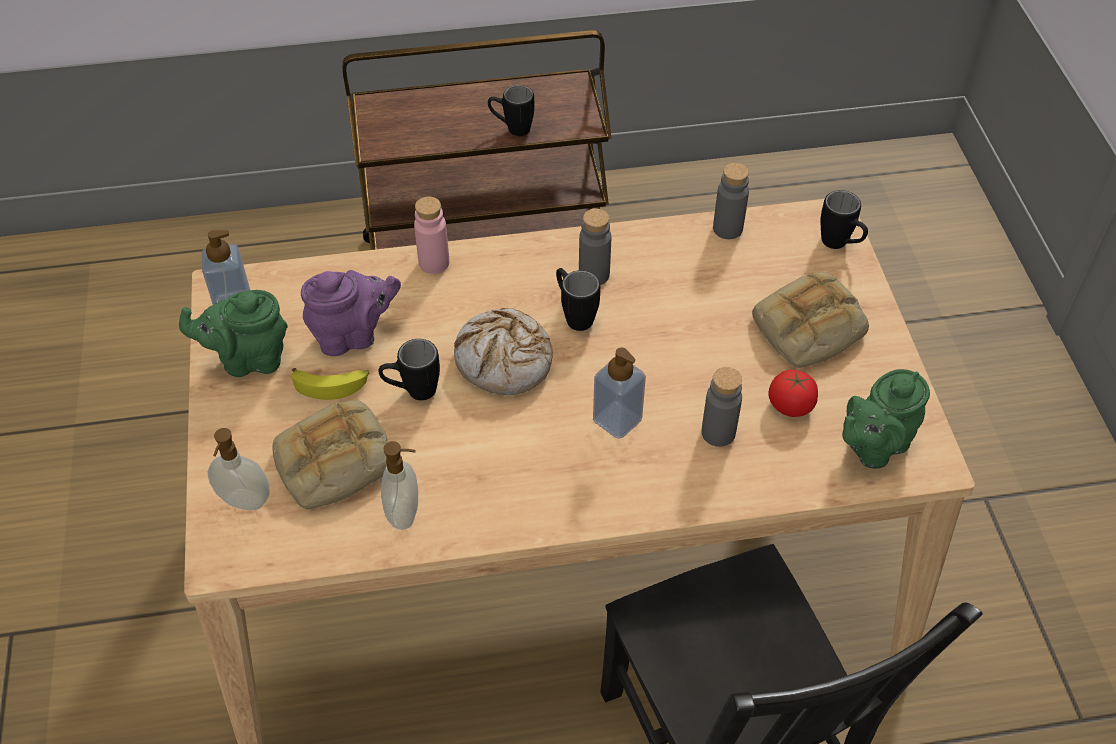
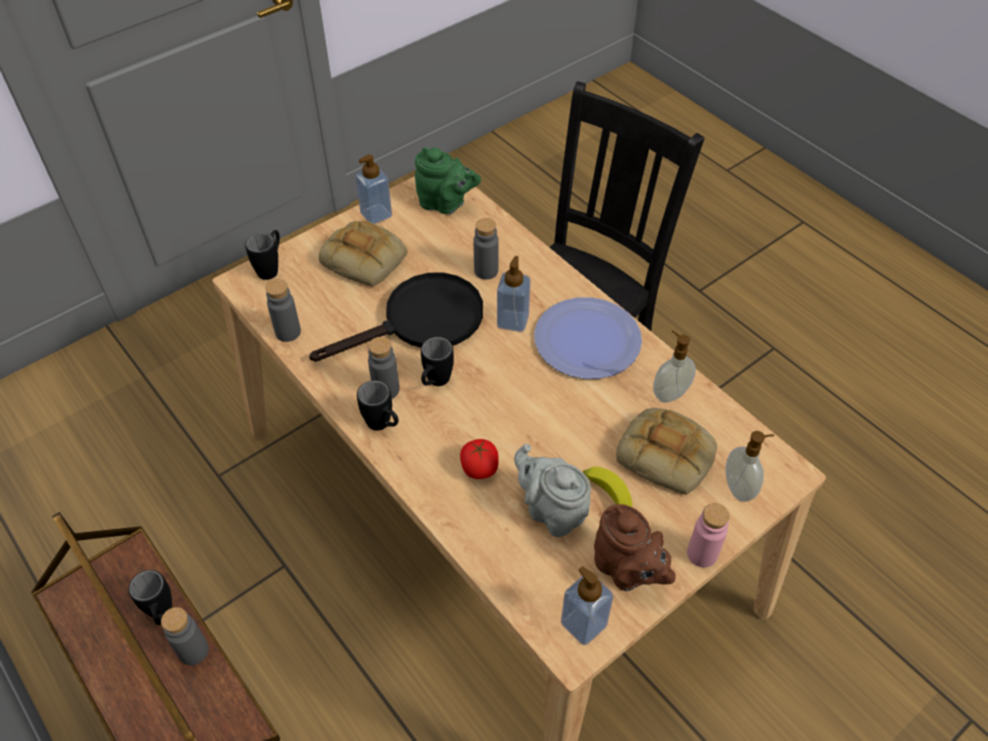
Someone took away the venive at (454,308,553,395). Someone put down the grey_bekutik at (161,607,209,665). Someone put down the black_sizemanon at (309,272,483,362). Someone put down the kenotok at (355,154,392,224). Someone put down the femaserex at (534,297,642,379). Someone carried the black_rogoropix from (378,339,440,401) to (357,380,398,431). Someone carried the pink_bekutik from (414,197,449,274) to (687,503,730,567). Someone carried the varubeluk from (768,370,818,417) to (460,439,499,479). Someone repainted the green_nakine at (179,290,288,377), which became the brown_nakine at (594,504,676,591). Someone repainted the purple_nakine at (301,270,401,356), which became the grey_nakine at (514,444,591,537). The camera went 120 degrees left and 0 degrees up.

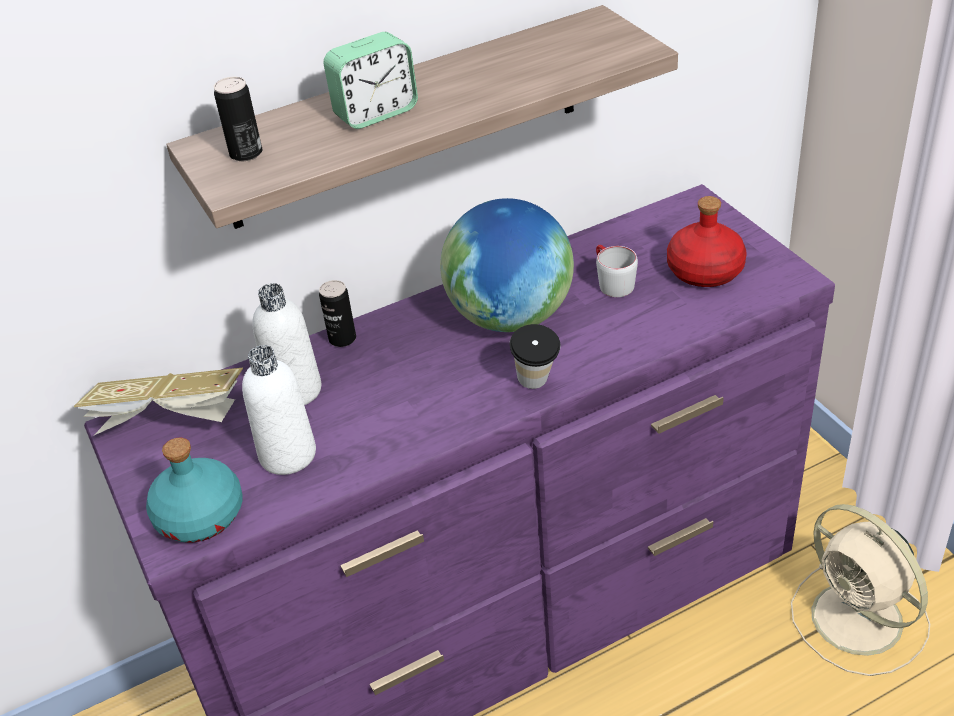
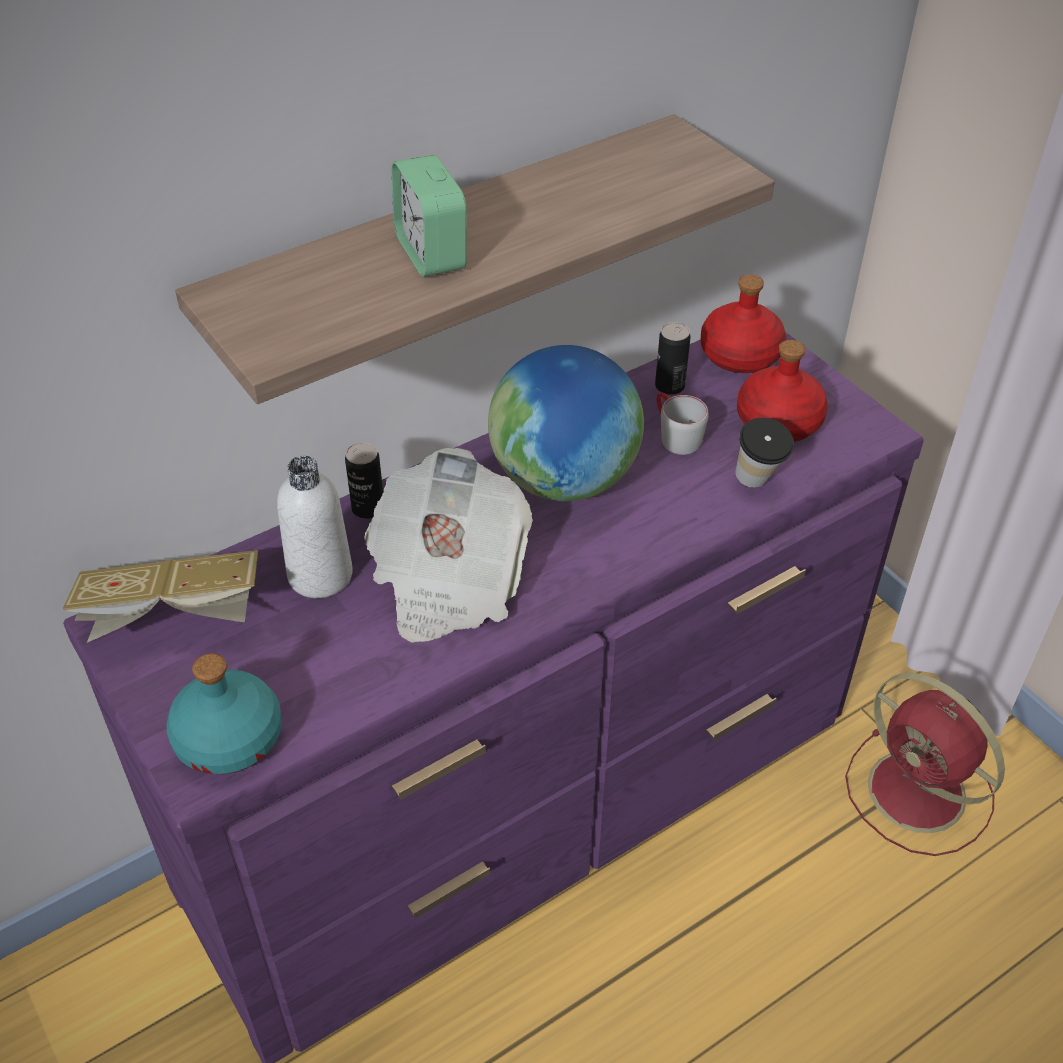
Someone took away the white_bekutik at (242,345,316,475). Someone put down the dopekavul at (364,448,533,643). Someone put down the red_bekutik at (700,275,786,373). Someone carried the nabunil from (214,77,262,161) to (655,322,691,395). Someone carried the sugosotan from (510,324,561,389) to (735,418,794,488). Someone repainted the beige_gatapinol at (791,504,930,676), which became the red_gatapinol at (845,673,1005,856). Someone rotated the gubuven at (323,32,418,129) by 105 degrees clockwise. The camera went 10 degrees left and 5 degrees up.

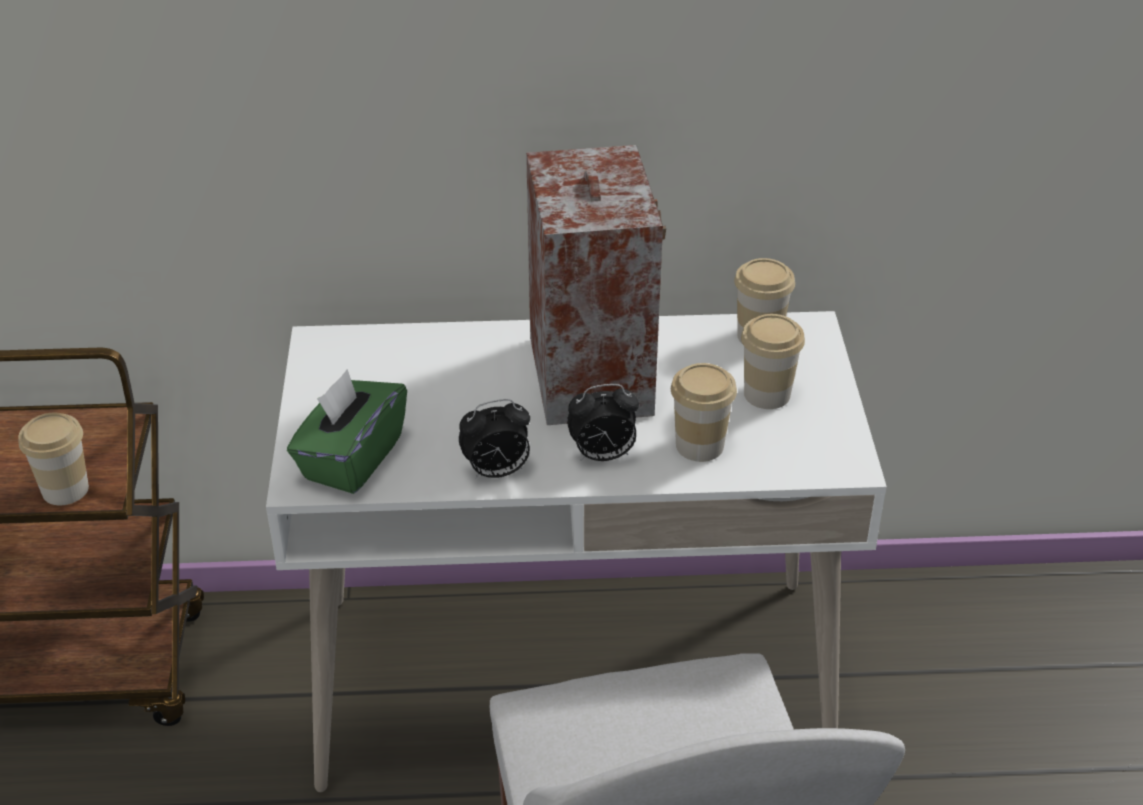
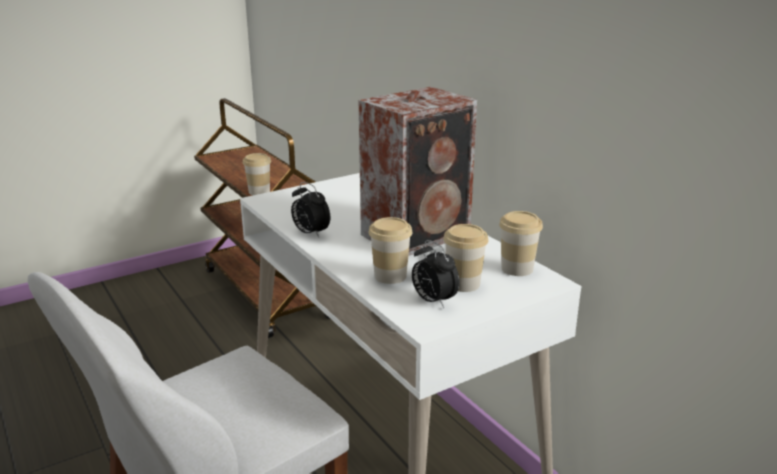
Someone took away the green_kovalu at (287,369,407,494). Someone carried the gubuven from (567,384,639,461) to (412,240,460,308). The camera went 60 degrees right and 15 degrees down.

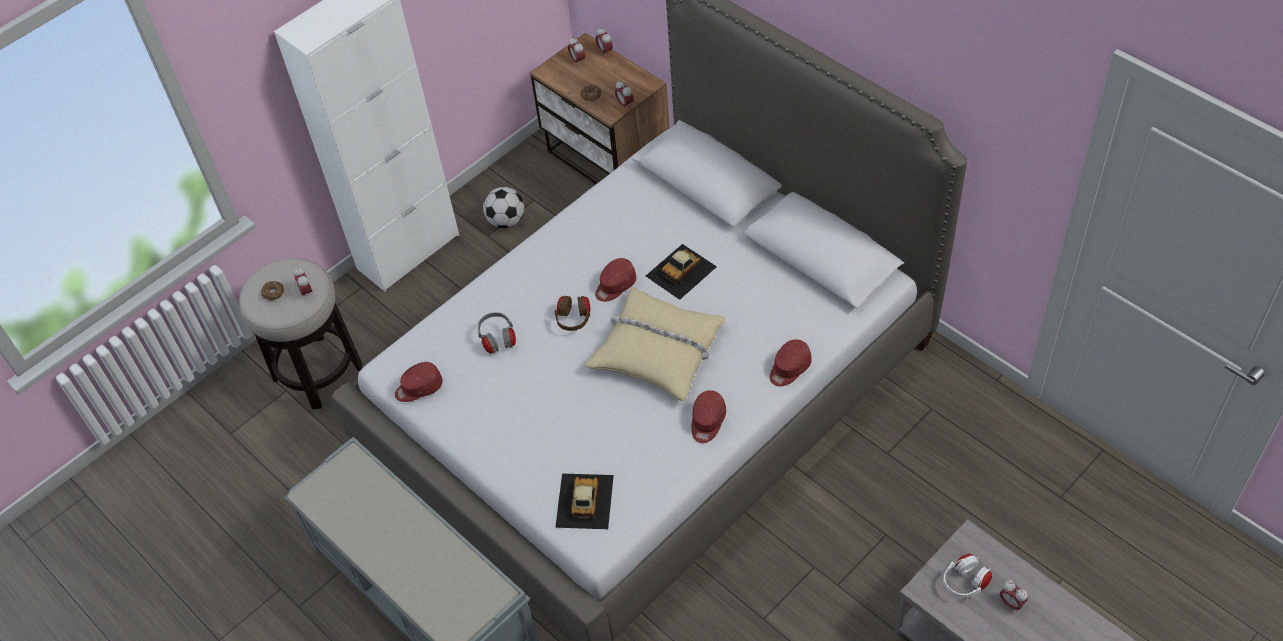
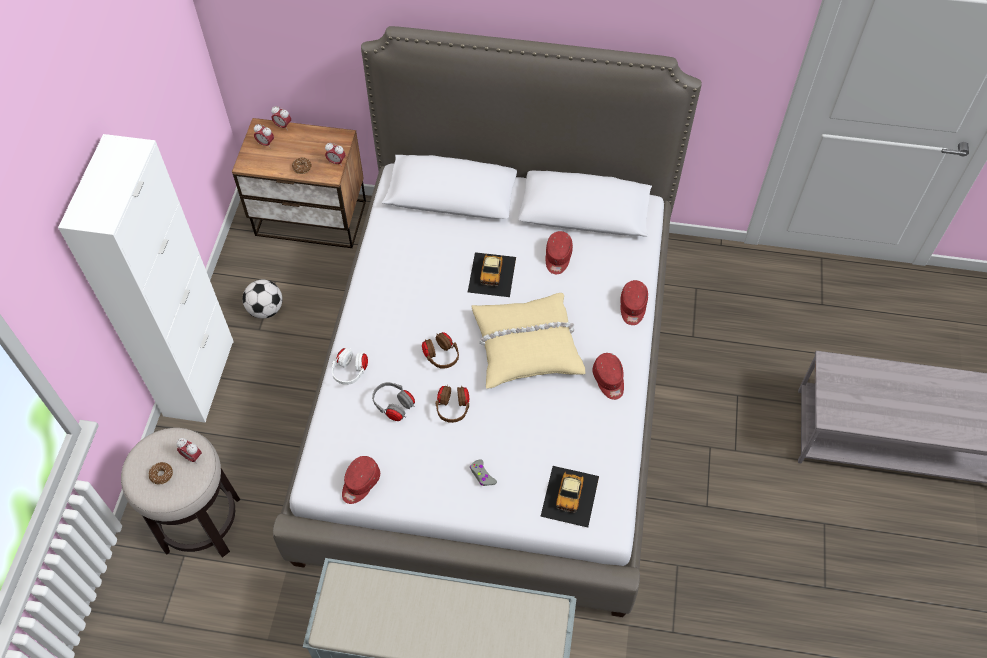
Someone took away the gubuven at (1000,580,1028,612). Someone put down the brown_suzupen at (436,385,469,423). Someone put down the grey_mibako at (470,459,497,486). Someone carried the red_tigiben from (595,258,636,302) to (545,231,573,274). Someone carried the white_suzupen from (943,554,992,598) to (332,348,368,385). Someone rotated the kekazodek at (555,474,614,529) by 135 degrees counterclockwise. The camera went 40 degrees left and 5 degrees up.

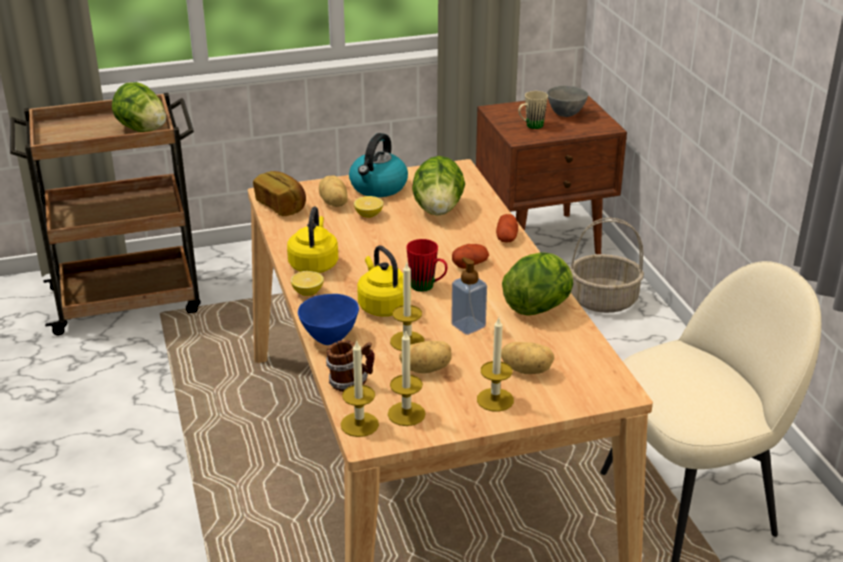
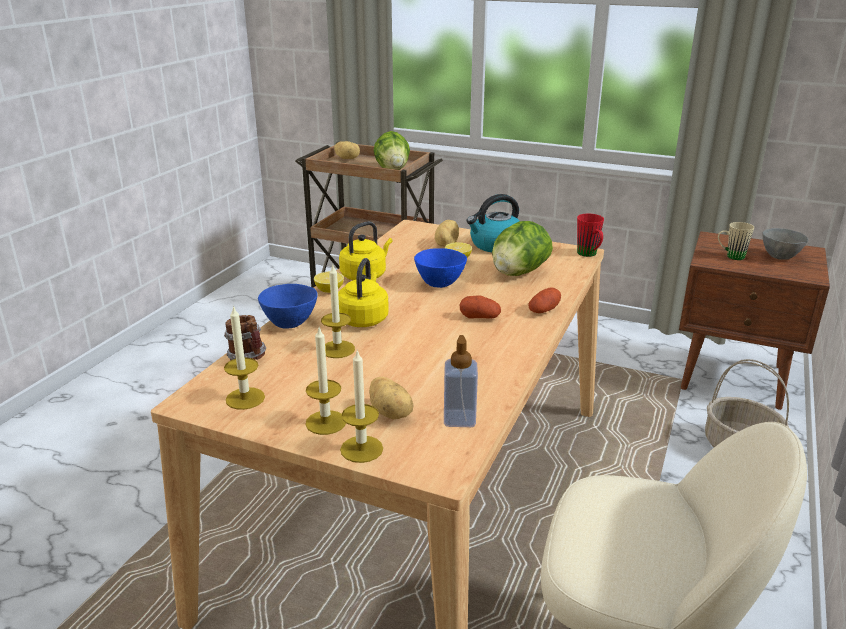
Someone took away the venive at (253,171,306,216). Someone took away the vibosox at (502,252,573,316). Someone put down the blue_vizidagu at (414,248,467,288). Someone carried the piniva from (341,341,379,437) to (340,350,383,463). Someone carried the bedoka from (399,341,452,374) to (334,141,360,159). Someone carried the red_rogoropix from (406,239,447,292) to (577,214,604,257). Someone carried the kenotok from (451,257,487,335) to (444,335,478,427). The camera went 40 degrees right and 5 degrees down.

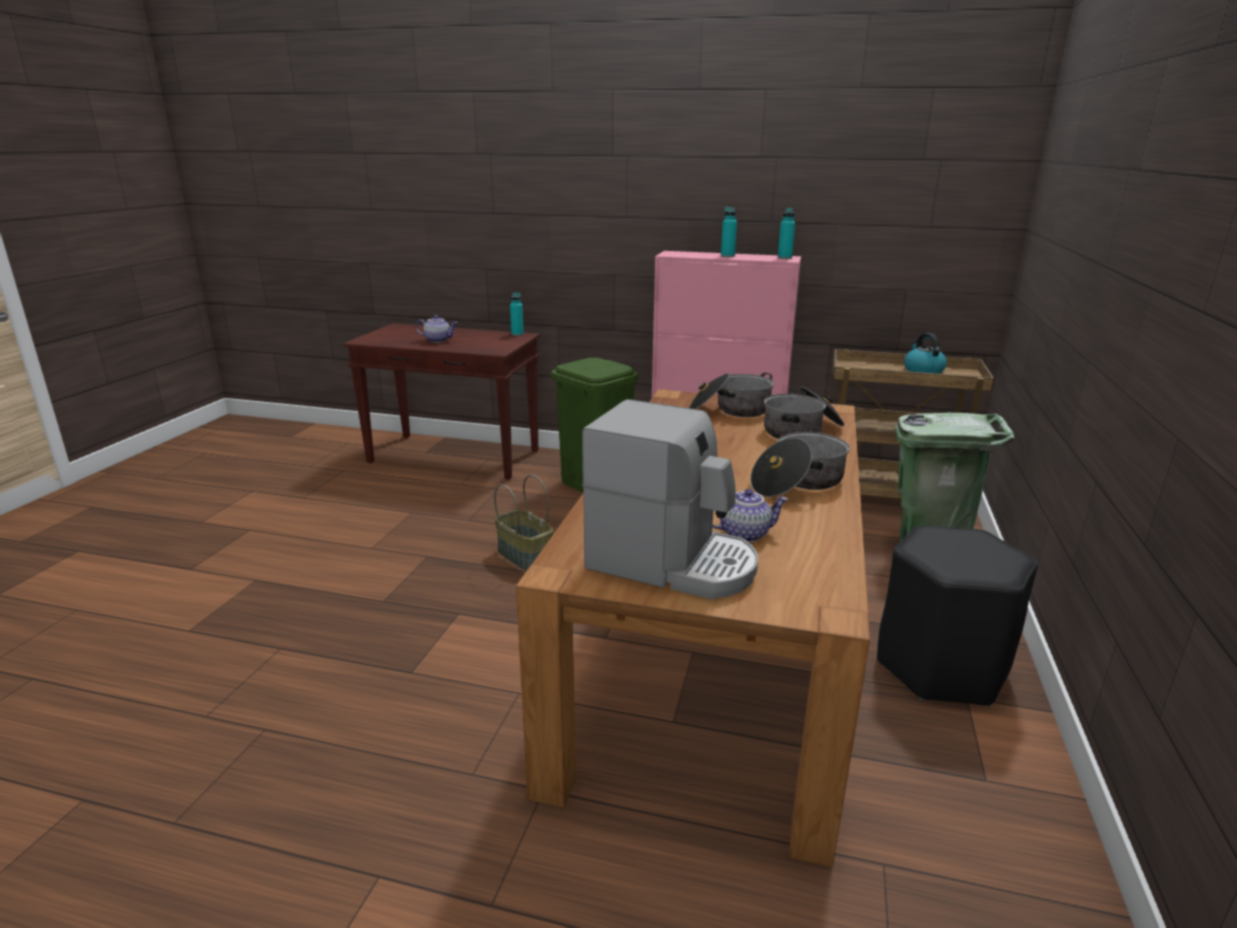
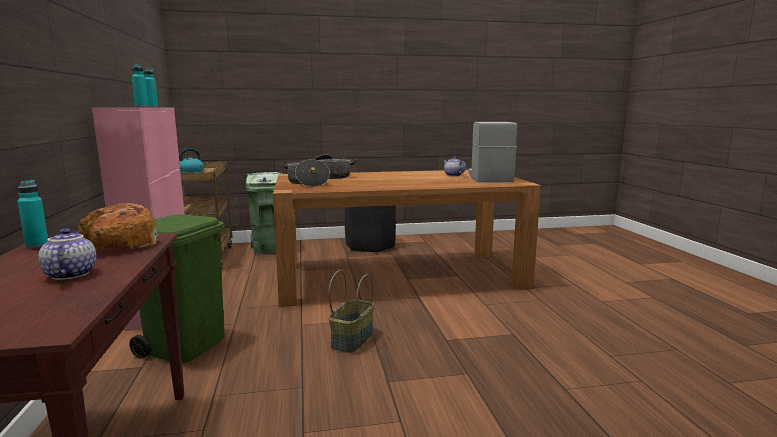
Someone took away the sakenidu at (750,426,850,497). Someone put down the venive at (78,203,158,252). The camera went 115 degrees left and 10 degrees down.

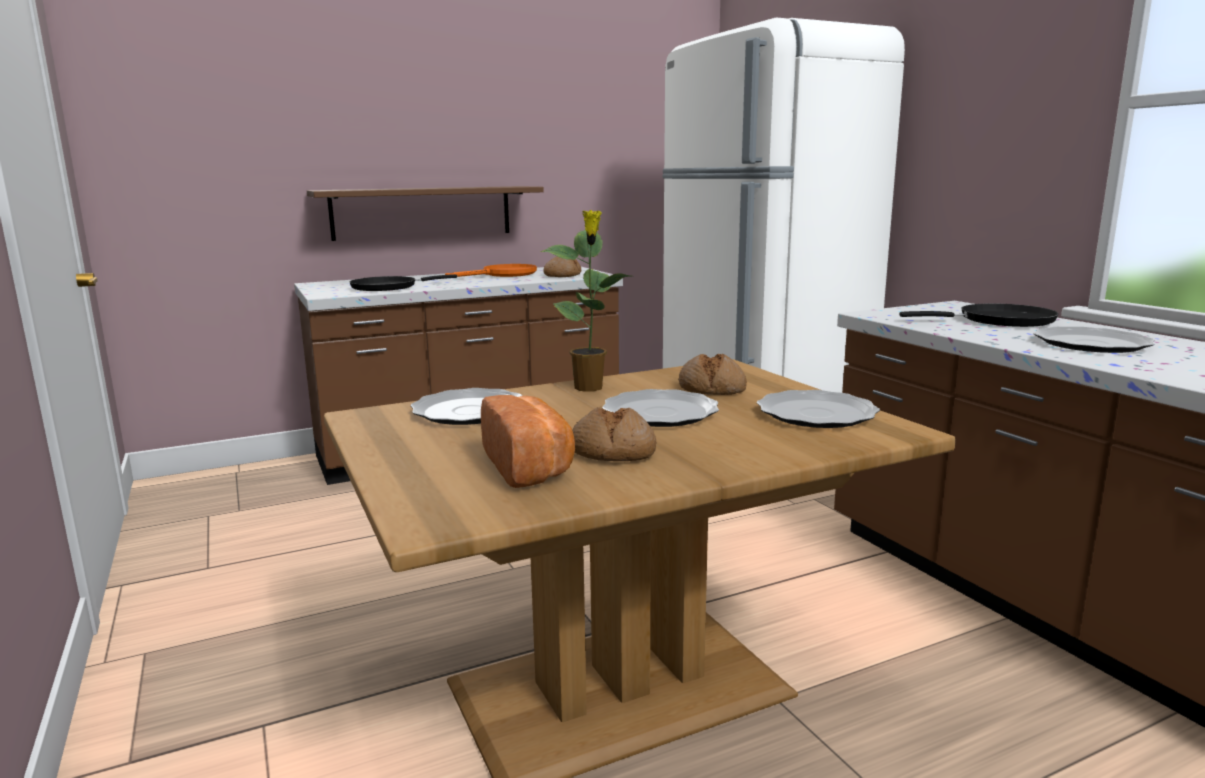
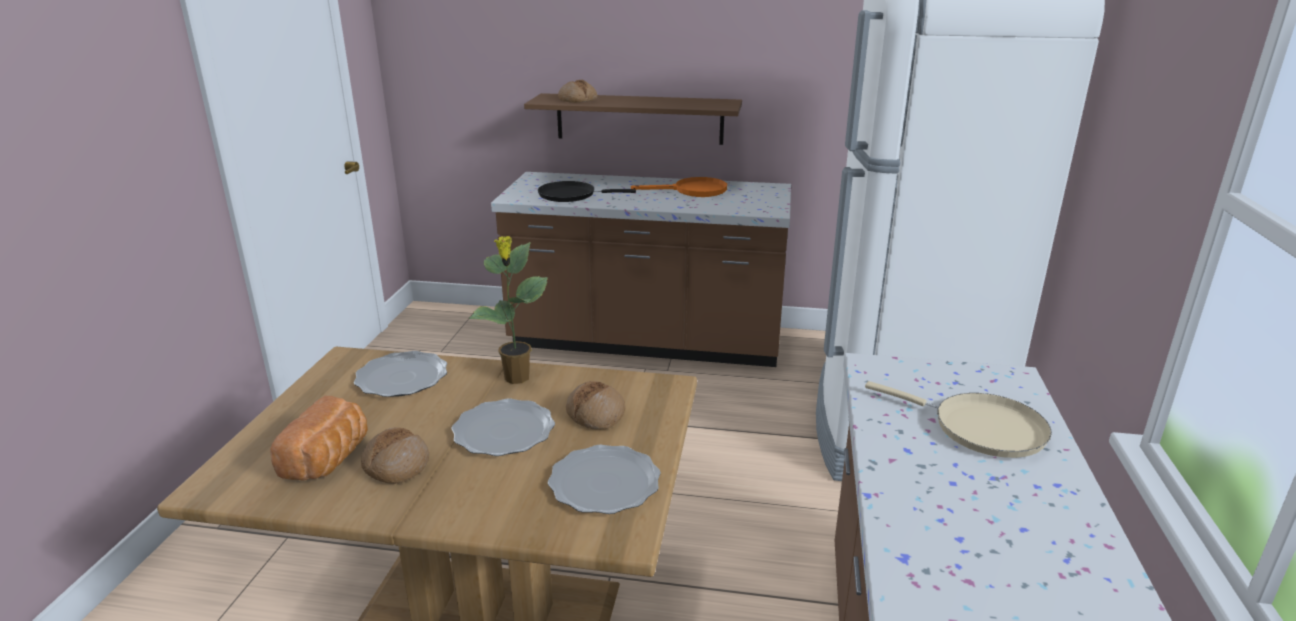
Someone took away the femaserex at (1033,327,1155,353). Someone carried the venive from (543,256,581,277) to (558,80,597,103). Someone repainted the black_sizemanon at (899,303,1058,327), which became the beige_sizemanon at (865,381,1052,458). The camera went 35 degrees right and 10 degrees up.

